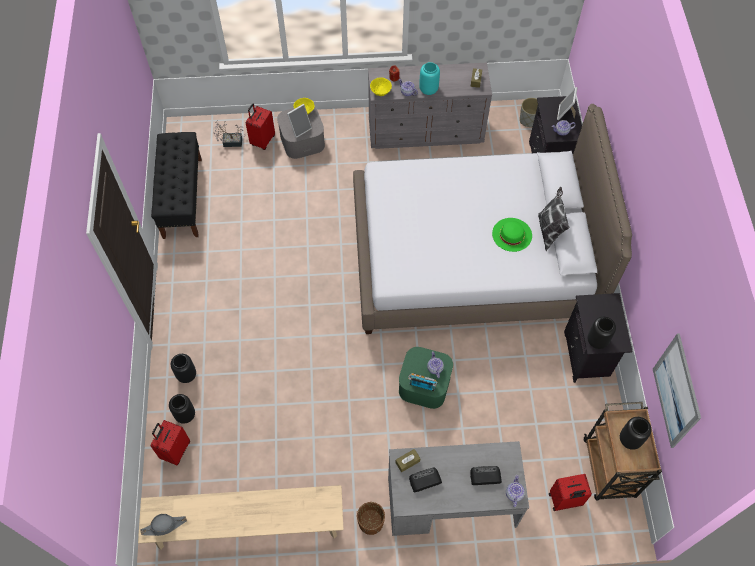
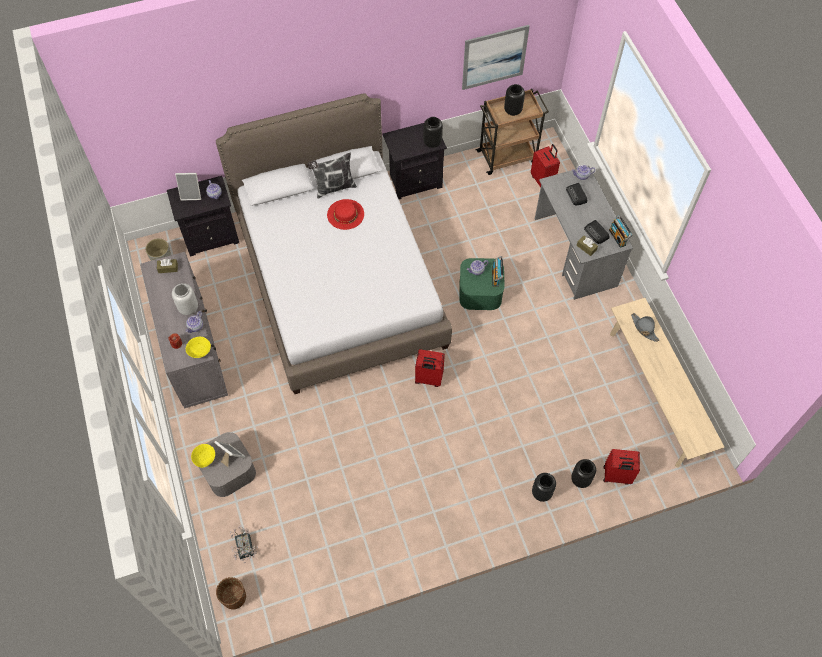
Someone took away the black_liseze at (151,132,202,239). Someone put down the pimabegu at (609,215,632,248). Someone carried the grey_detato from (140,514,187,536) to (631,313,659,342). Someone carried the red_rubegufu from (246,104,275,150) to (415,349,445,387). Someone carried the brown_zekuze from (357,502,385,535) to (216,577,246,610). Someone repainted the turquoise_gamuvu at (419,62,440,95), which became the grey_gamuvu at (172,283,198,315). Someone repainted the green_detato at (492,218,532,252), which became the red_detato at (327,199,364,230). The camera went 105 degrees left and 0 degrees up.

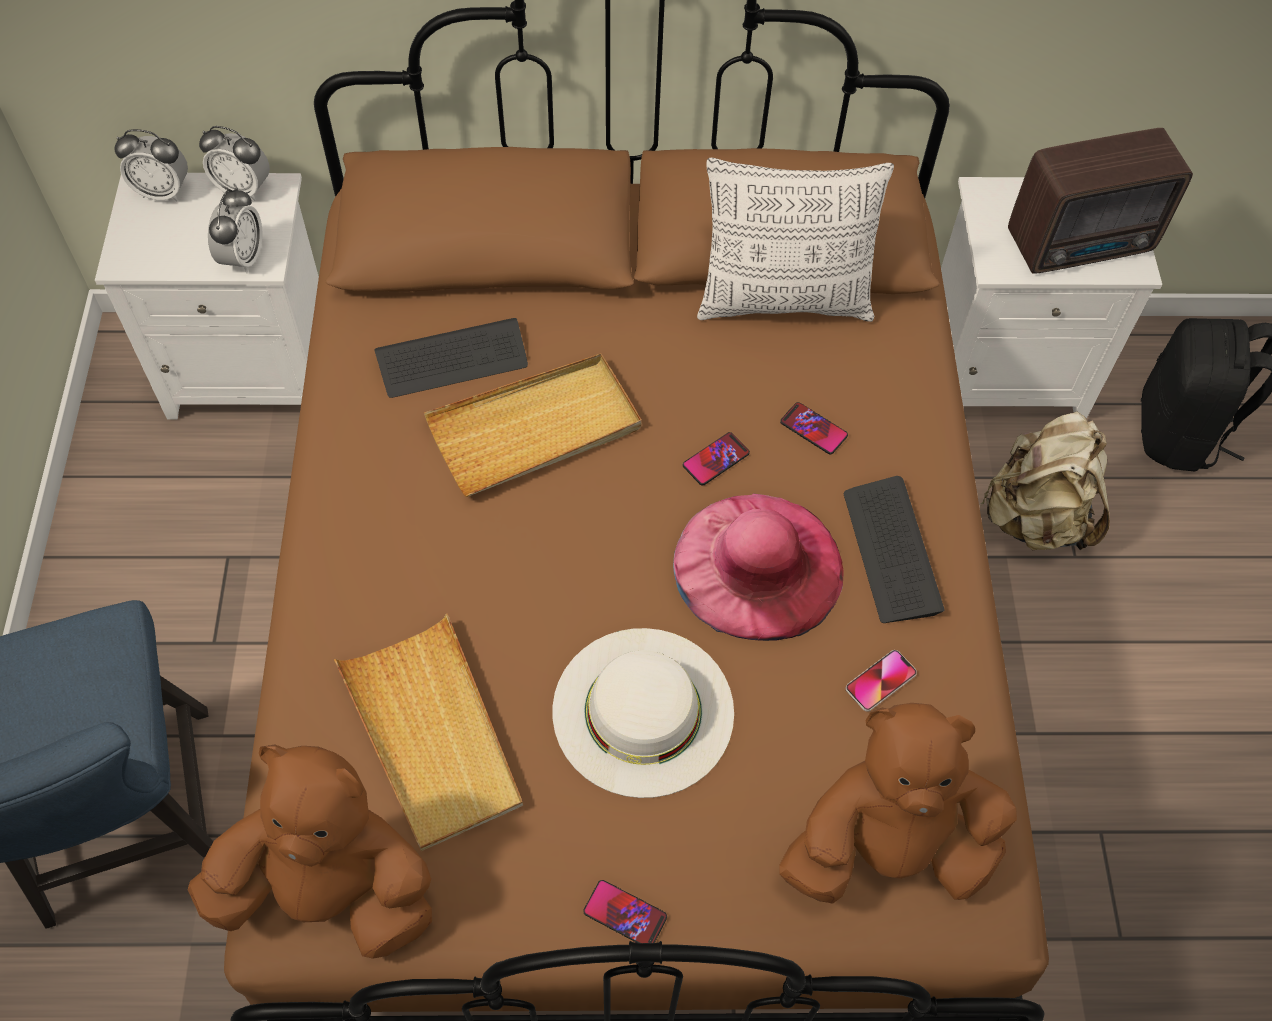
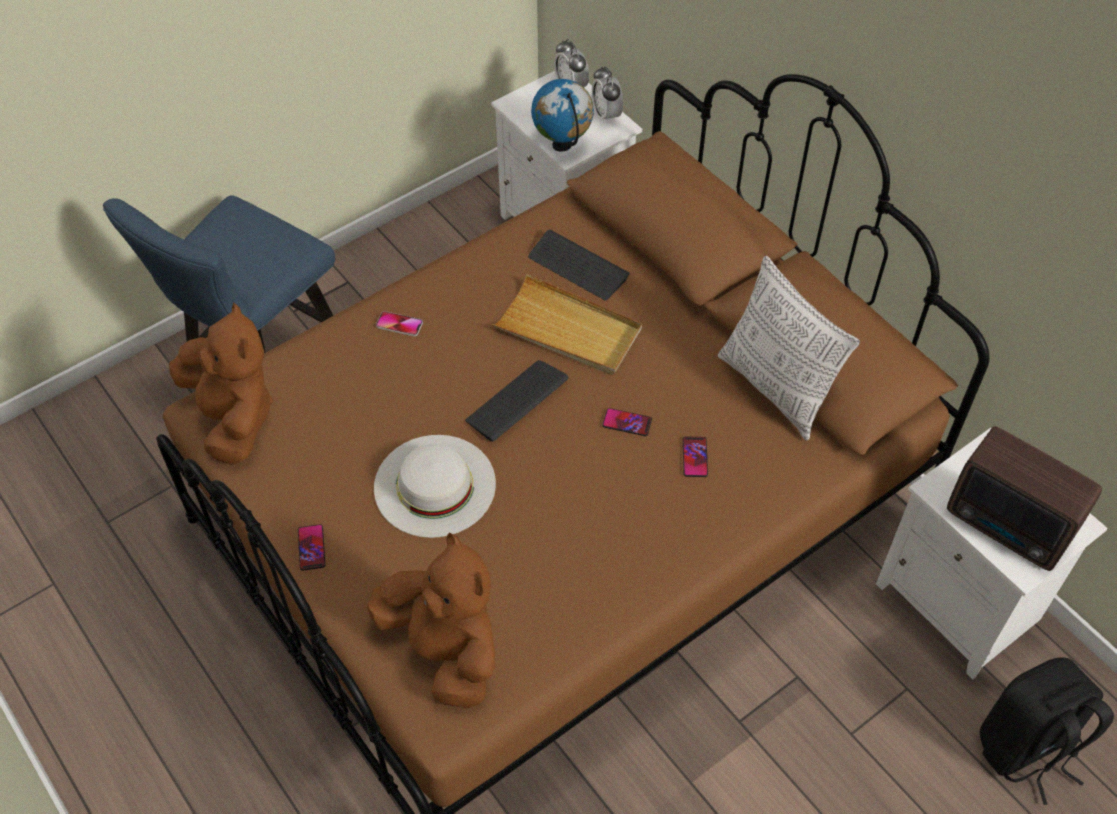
Someone took away the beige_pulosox at (334,614,523,851). Someone took away the pink_detato at (673,494,844,641). Someone took away the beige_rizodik at (980,411,1110,550). Someone carried the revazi from (844,476,945,623) to (465,360,569,442). Someone carried the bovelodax from (846,650,917,712) to (376,311,423,336). Someone swapped the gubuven at (208,187,263,274) for the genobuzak at (531,79,594,152). The camera went 55 degrees right and 5 degrees down.

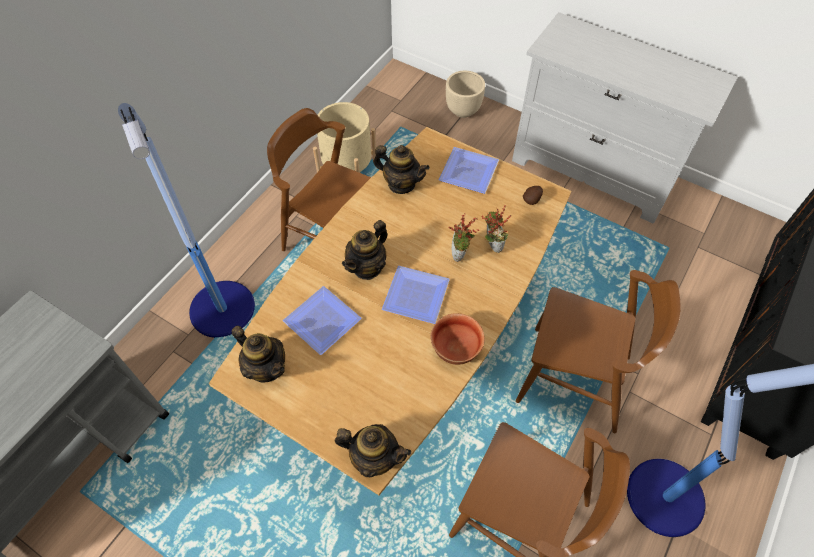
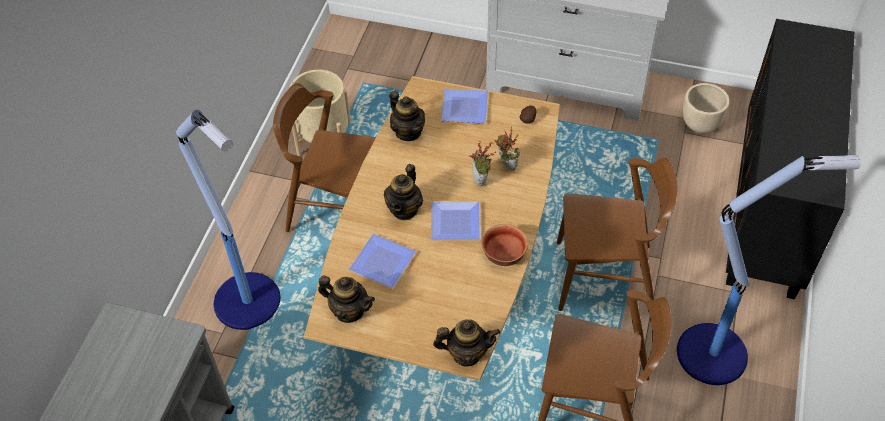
Someone carried the beige_zekuze from (446,71,485,118) to (683,83,729,134). Someone rotated the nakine at (373,145,430,194) by 45 degrees clockwise. The camera went 15 degrees left and 5 degrees down.

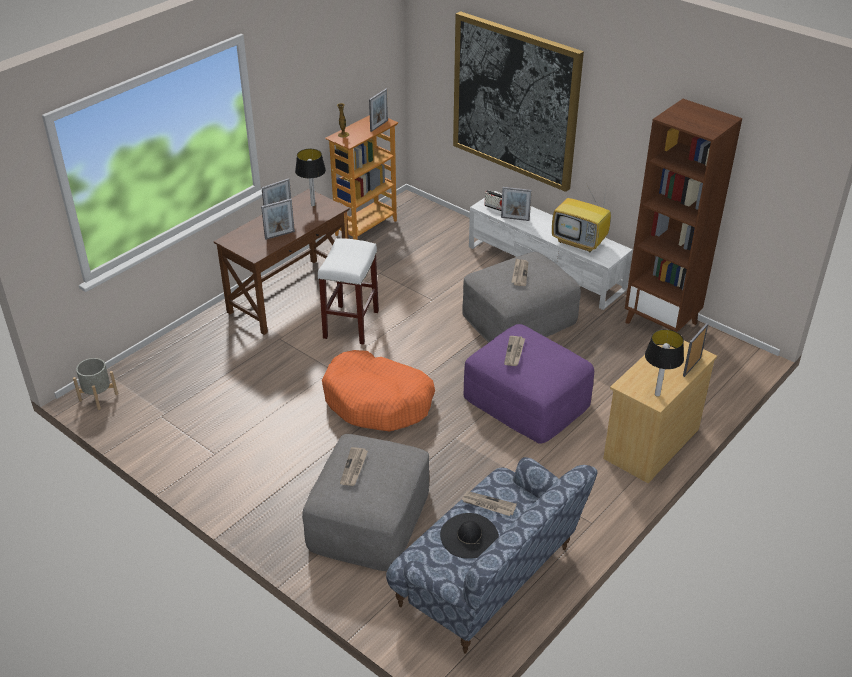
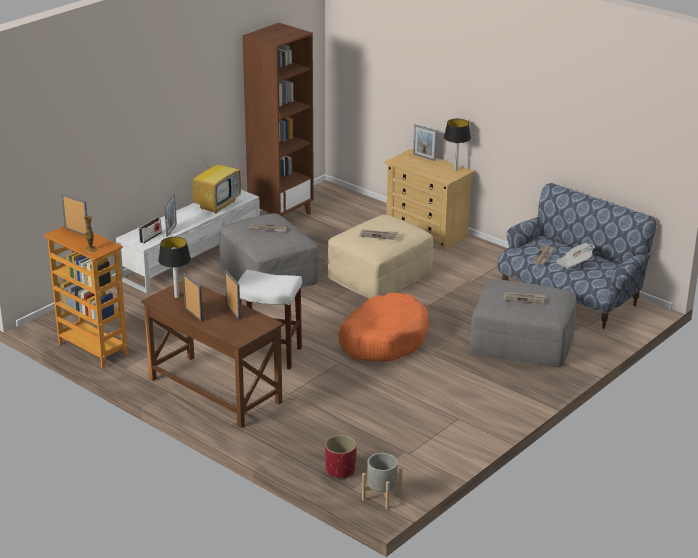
Someone took away the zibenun at (453,11,584,192). Someone put down the red_zekuze at (325,435,357,479). Someone swapped the black_detato at (440,513,499,559) for the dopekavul at (557,243,595,269). Someone repainted the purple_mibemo at (464,324,594,444), which became the beige_mibemo at (328,215,433,299). The camera went 90 degrees left and 10 degrees down.

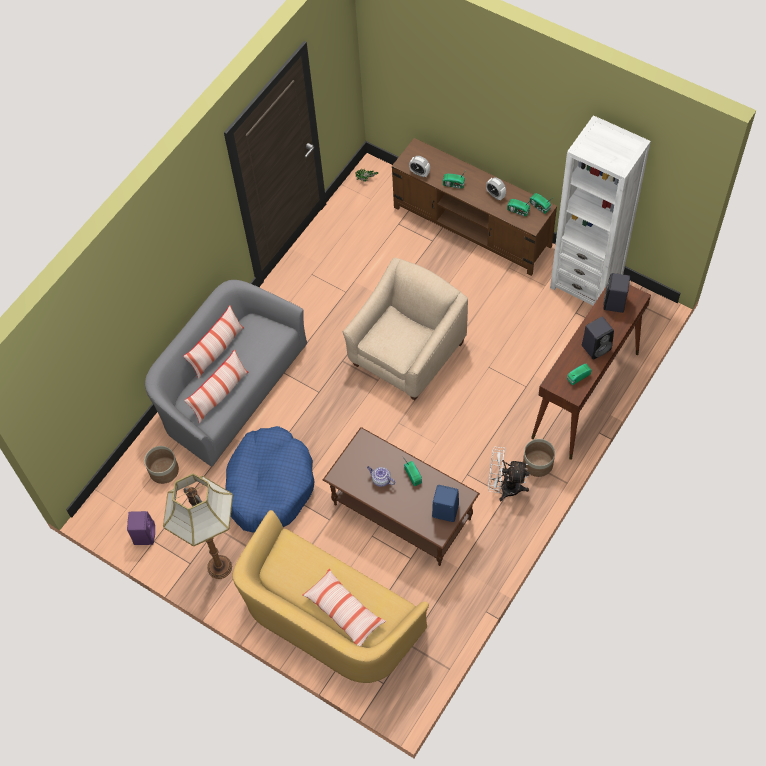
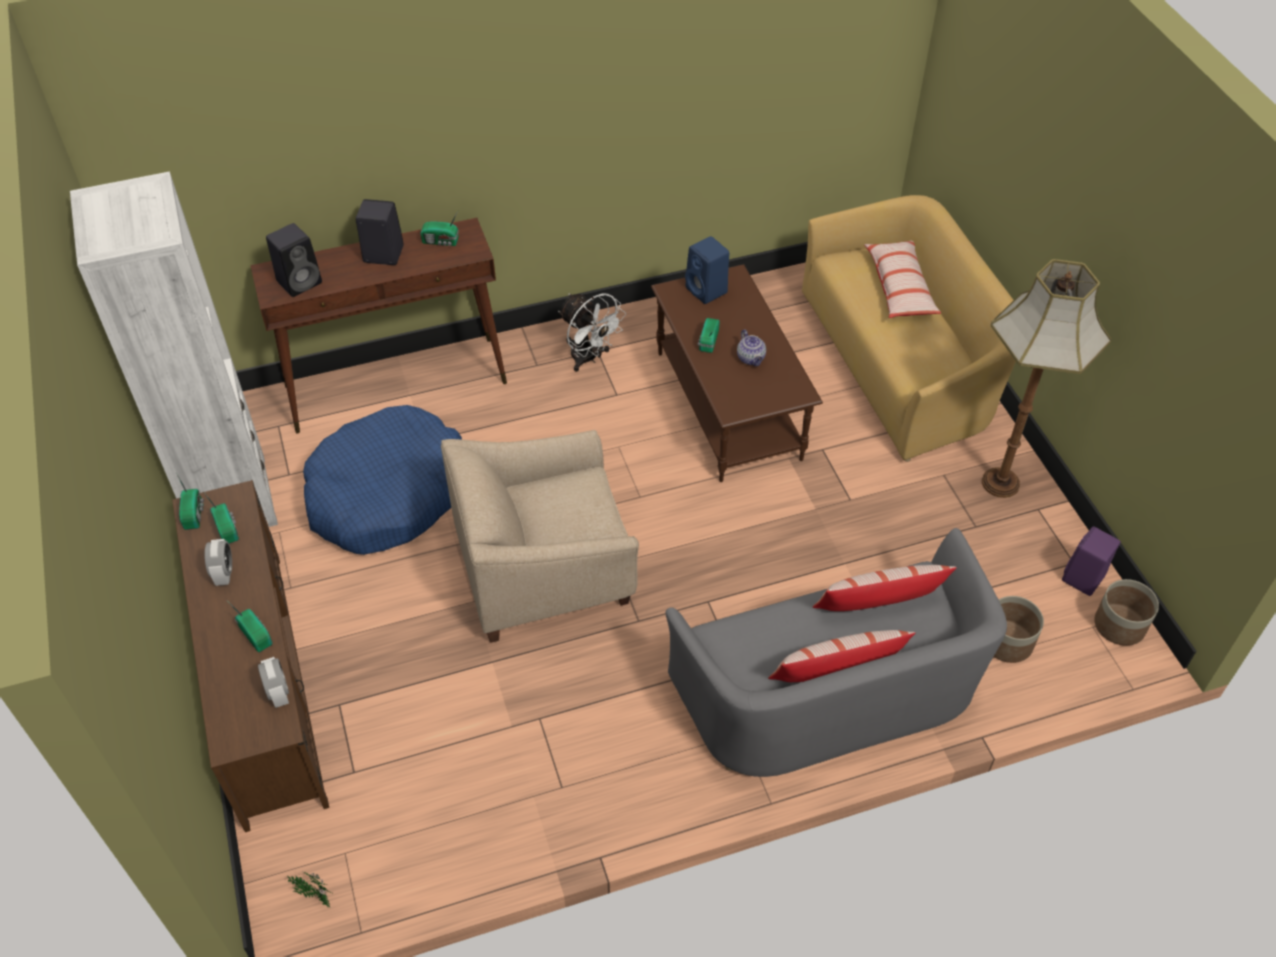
Someone carried the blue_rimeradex from (225,426,315,533) to (303,405,462,555). Someone carried the zekuze from (523,439,555,477) to (1094,579,1159,646). The camera went 145 degrees left and 10 degrees down.

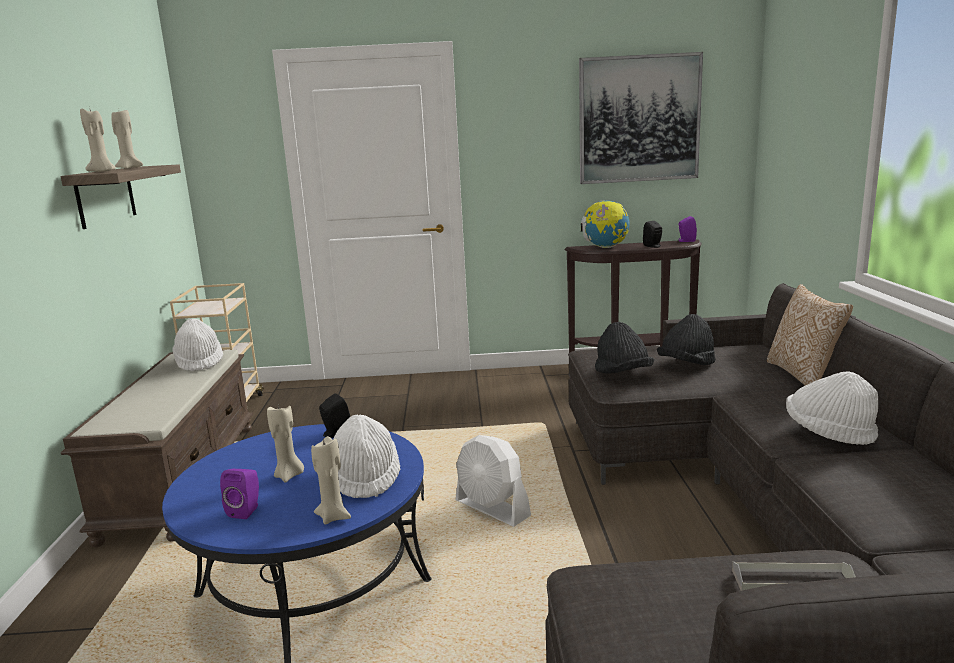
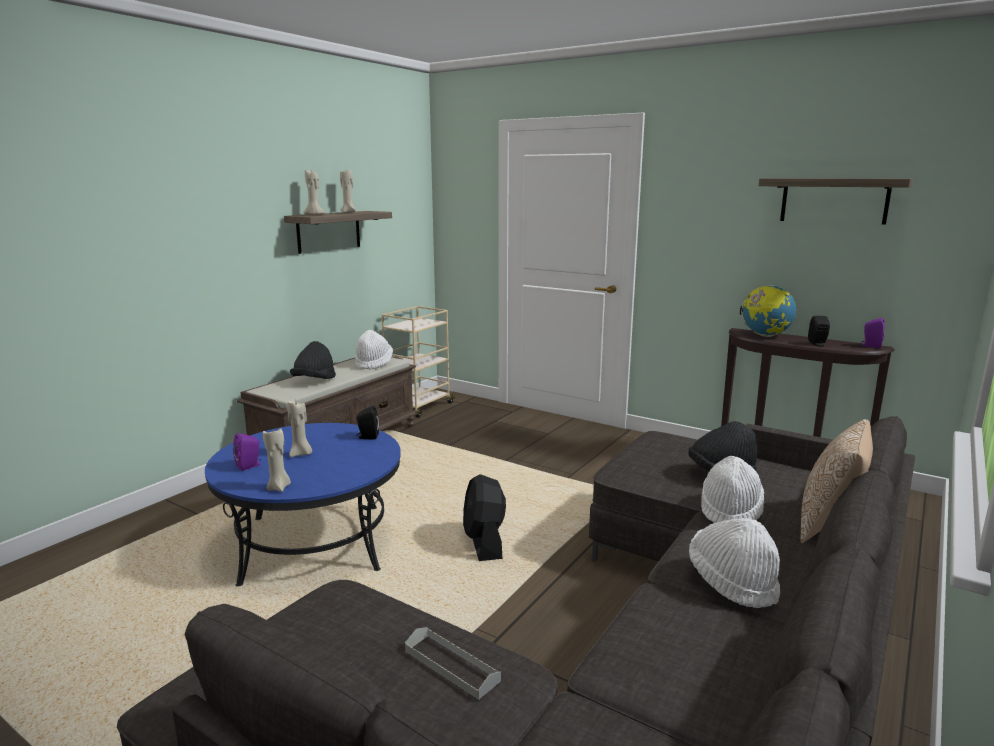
Someone carried the white_detato from (333,415,400,498) to (701,456,764,523). Someone carried the black_detato from (595,322,654,374) to (290,341,336,379). Someone swapped the zibenun at (579,52,703,184) for the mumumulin at (759,178,913,225). Someone repainted the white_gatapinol at (456,435,531,527), which became the black_gatapinol at (463,474,506,561). The camera went 35 degrees right and 0 degrees up.

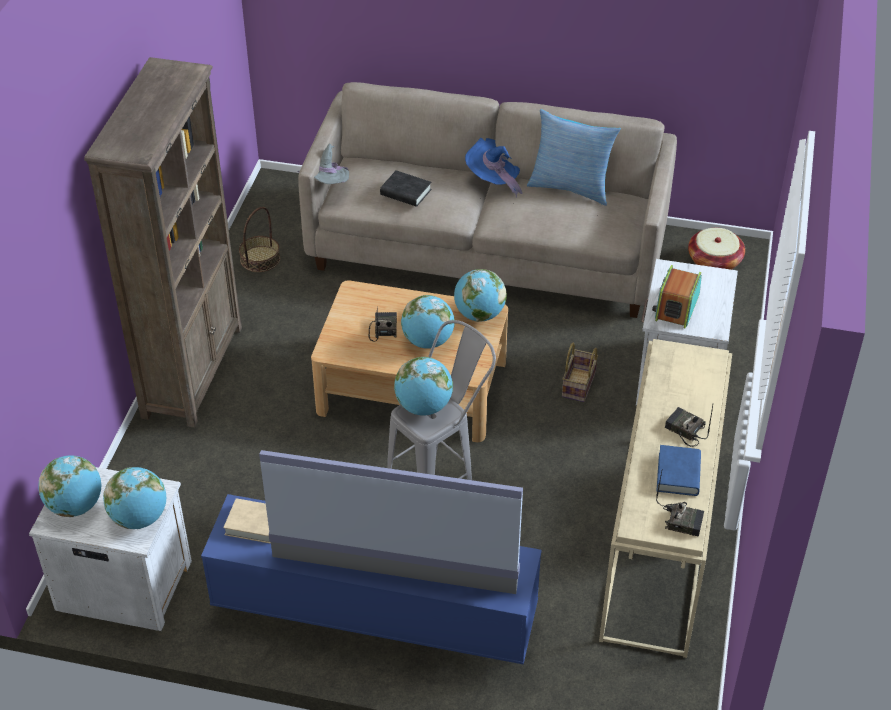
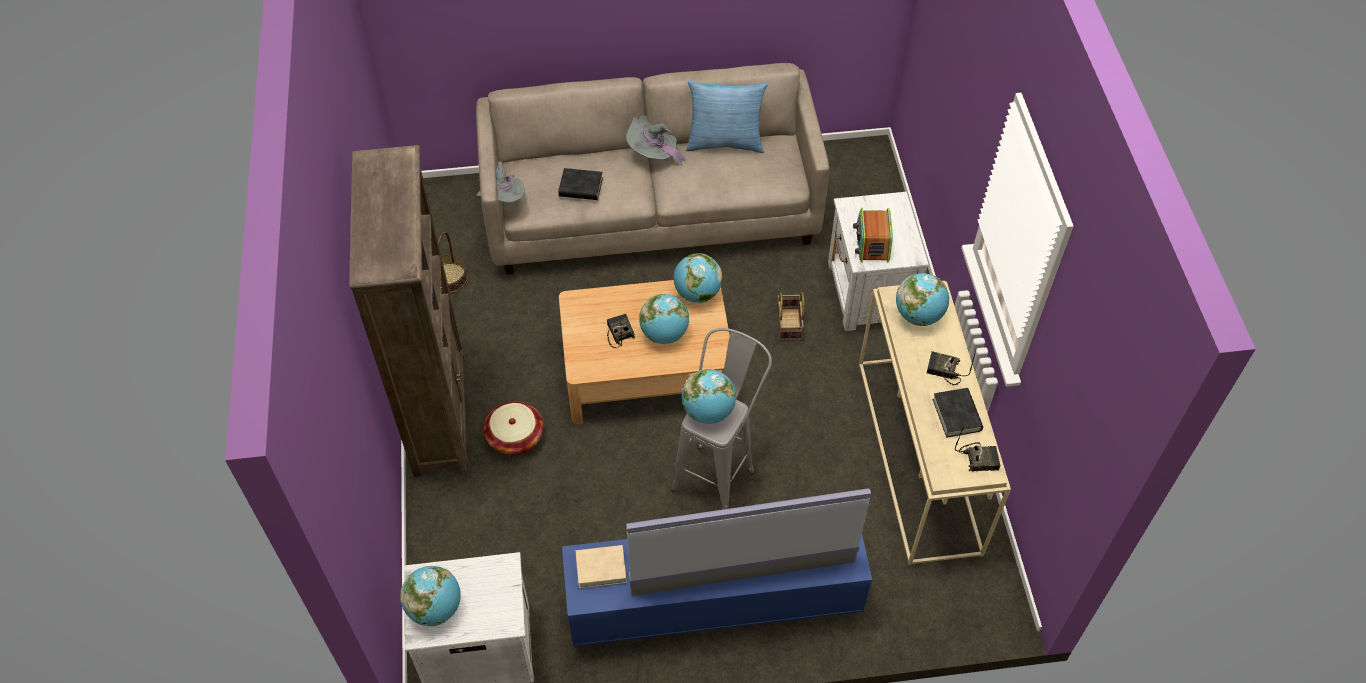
Someone carried the genobuzak from (103,467,166,529) to (896,273,949,326). Someone carried the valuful from (688,228,745,270) to (484,402,543,455). Someone repainted the blue_detato at (465,138,523,198), which became the grey_detato at (626,115,686,164). Someone repainted the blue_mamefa at (656,445,701,496), which became the black_mamefa at (932,388,983,438). The camera went 20 degrees left and 10 degrees up.

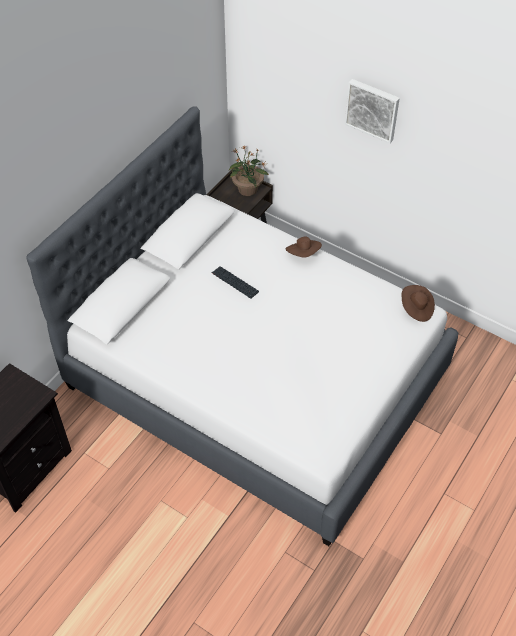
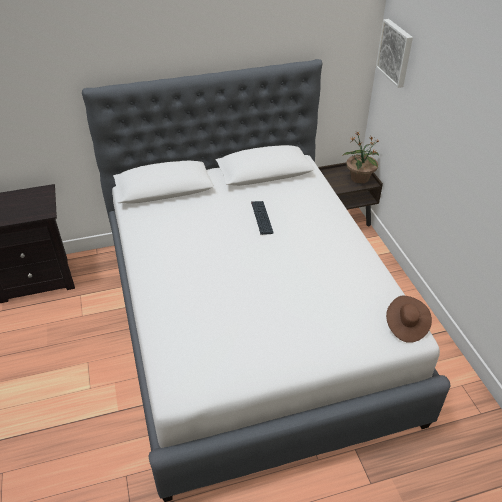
Someone took away the brown_detato at (286,236,322,258). Someone carried the zibenun from (345,79,400,144) to (376,19,413,88). The camera went 40 degrees right and 10 degrees down.

